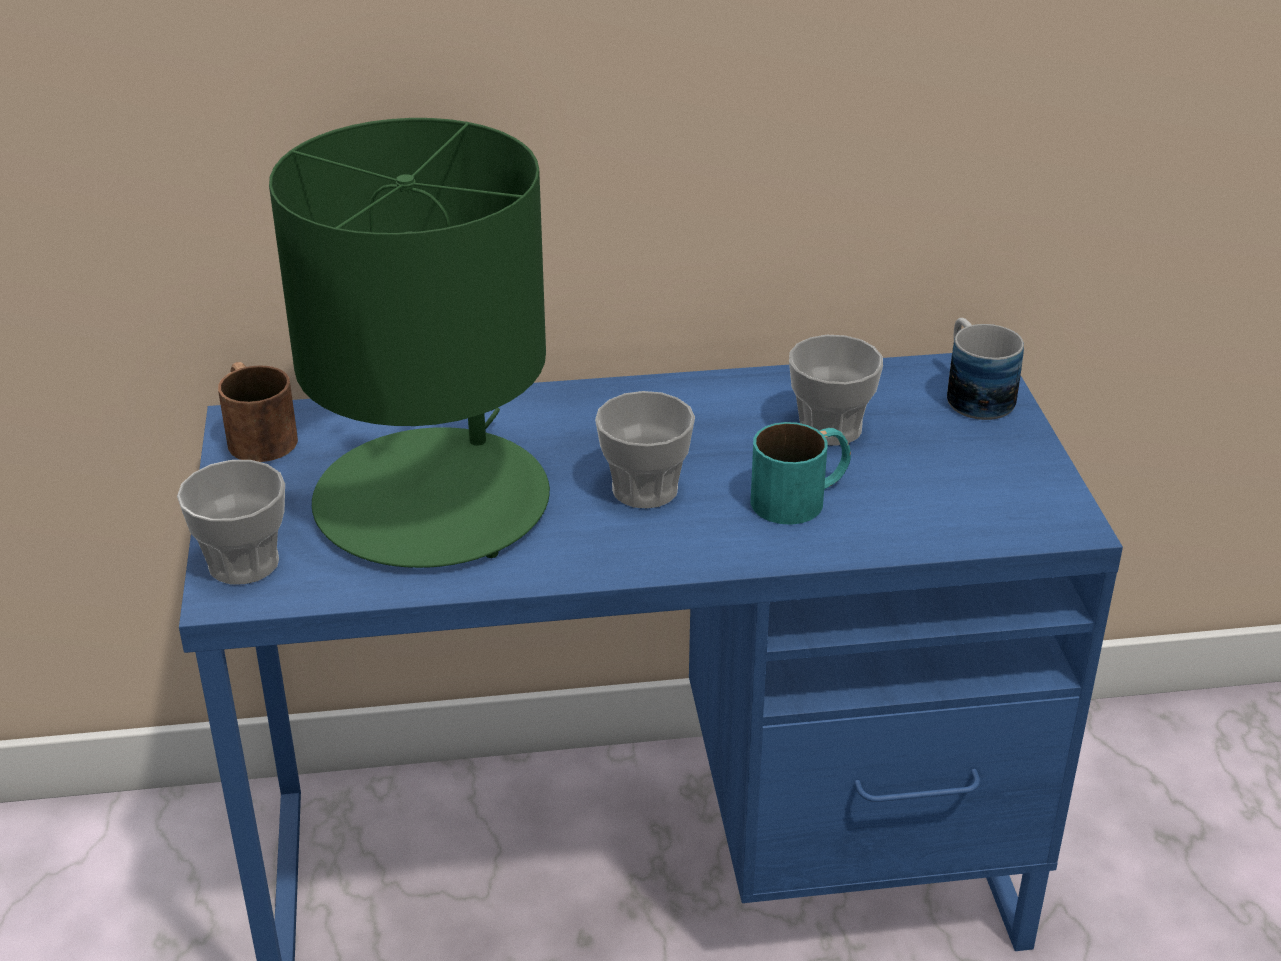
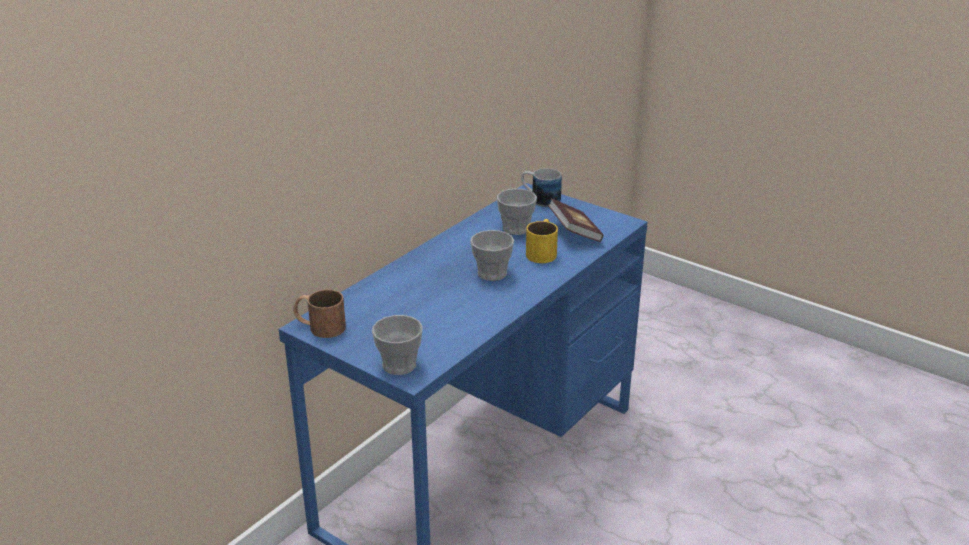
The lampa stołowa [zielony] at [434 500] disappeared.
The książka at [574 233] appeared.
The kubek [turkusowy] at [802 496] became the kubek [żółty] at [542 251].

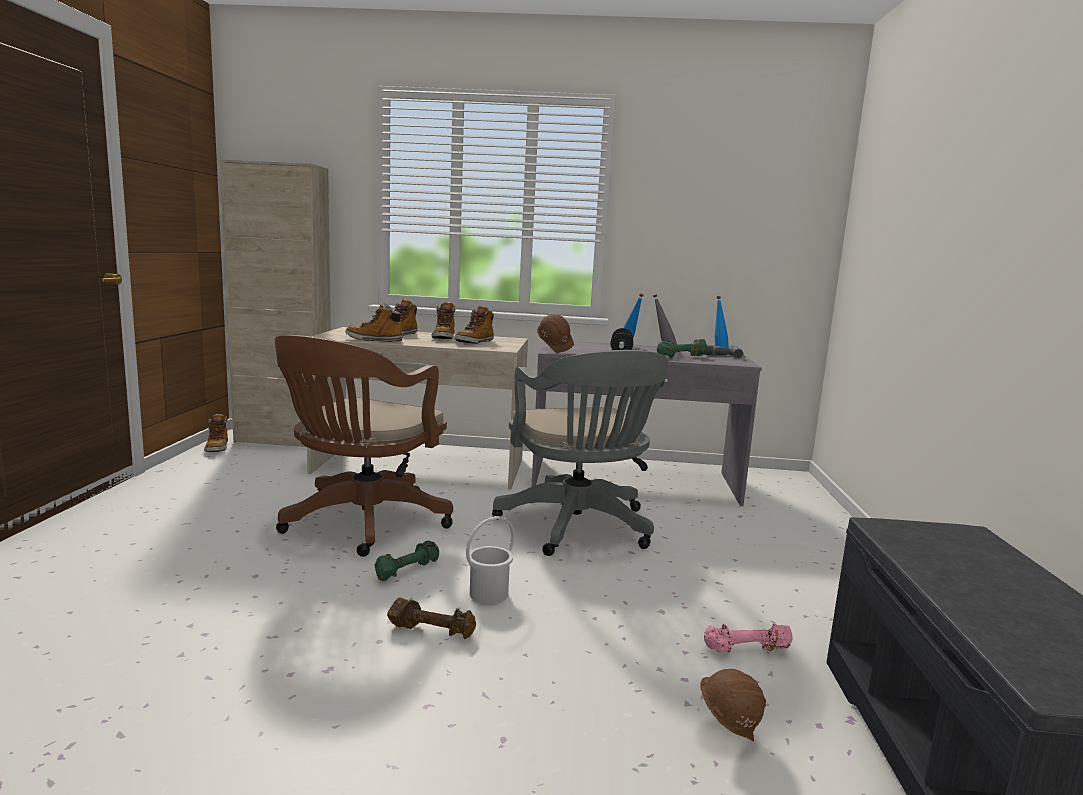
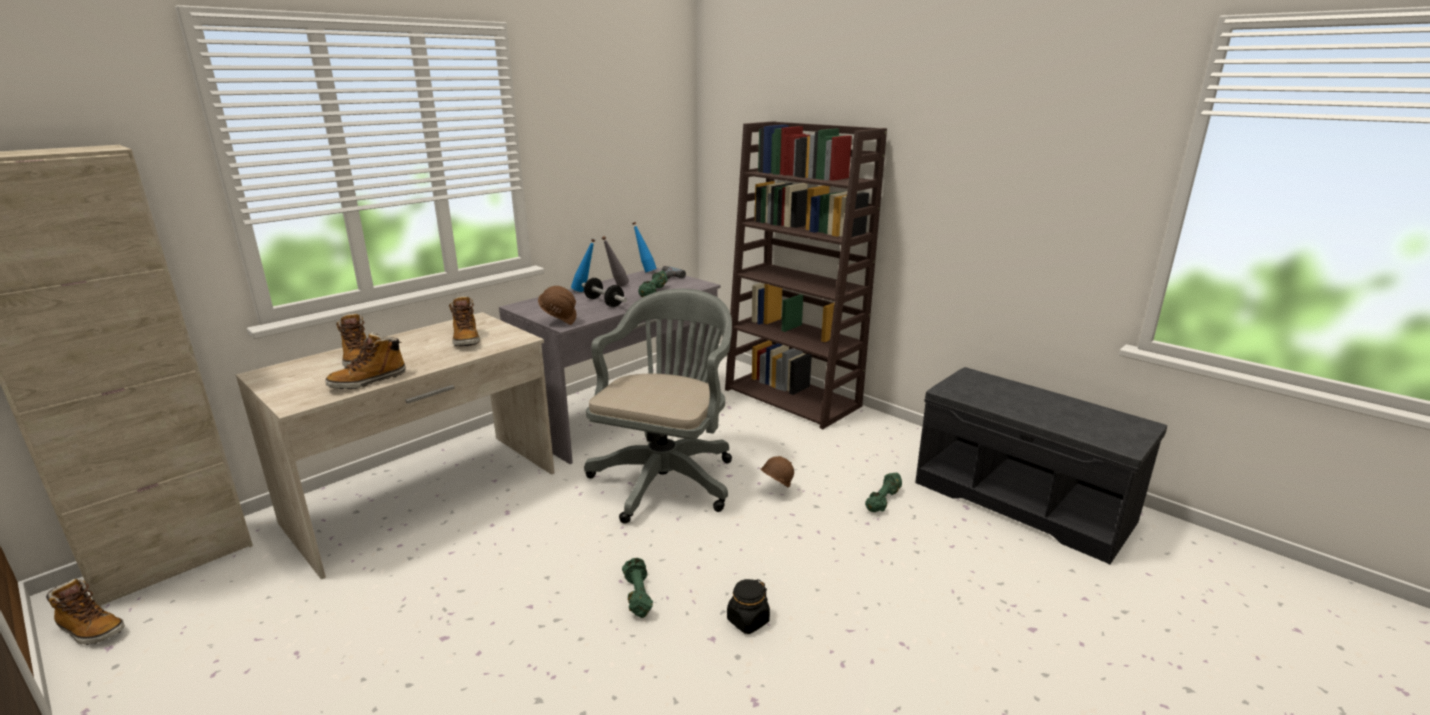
The krzesło biurowe [brązowy] at [362 523] disappeared.
The but z cholewką at [444 338] disappeared.
The wiadro [biały] at [489 594] disappeared.
The regał [brązowy] at [793 398] appeared.
The kask [brązowy] moved from [726 733] to [775 491].
The hantel [brązowy] at [432 630] was replaced by the słoik [czarny] at [747 621].
The hantel [różowy] at [747 650] became the hantel [zielony] at [884 501].
The krzesło biurowe [szary] at [578 528] turned 90 degrees counterclockwise.

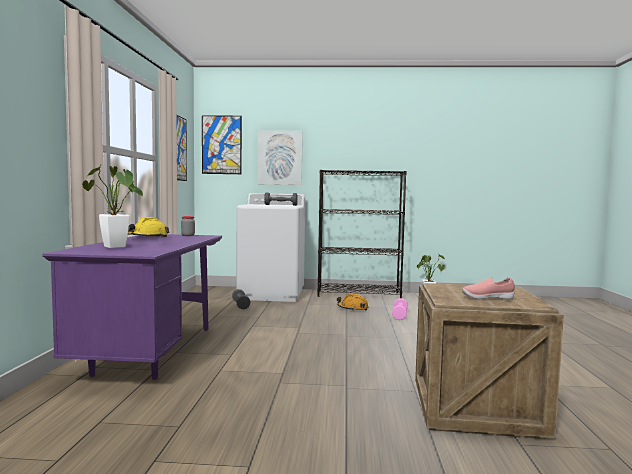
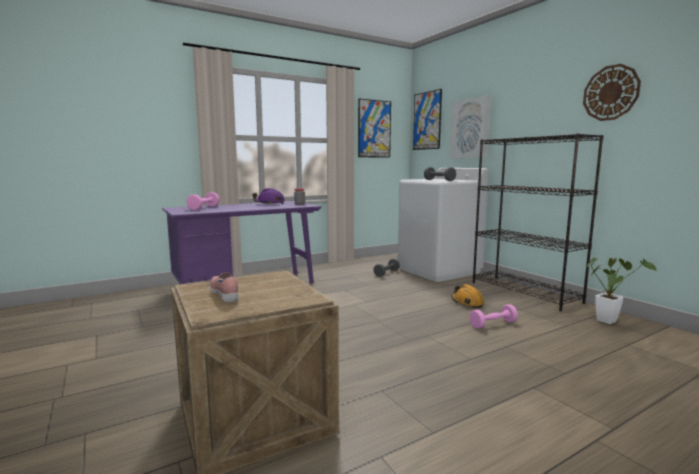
The zegar ścienny at [610 93] appeared.
The roślina doniczkowa at [116 247] was replaced by the hantel [różowy] at [204 208].
The kask [żółty] at [148 237] became the kask [fioletowy] at [269 203].

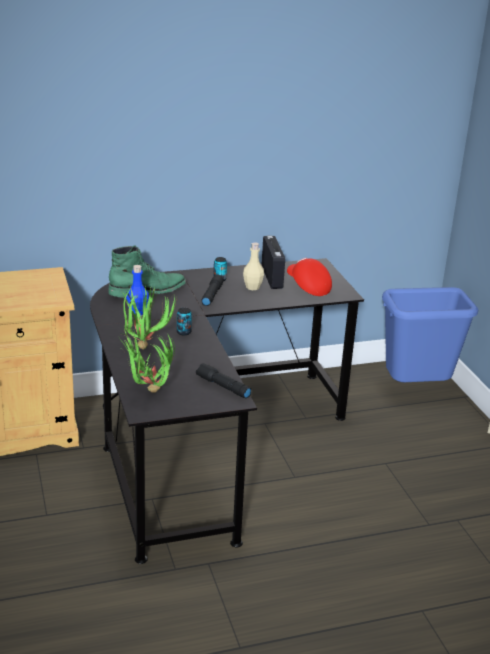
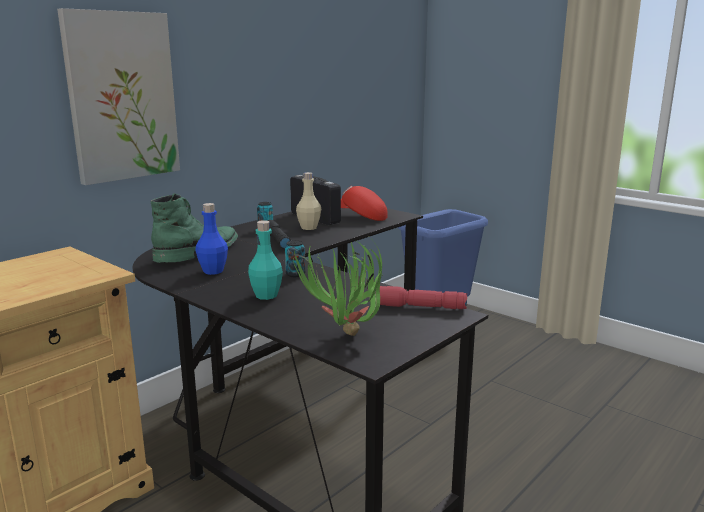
The obraz at [122 97] appeared.
The roślina doniczkowa at [144 344] was replaced by the butelka [turkusowy] at [266 295].
The latarka [czarny] at [222 387] became the latarka [czerwony] at [420 307].

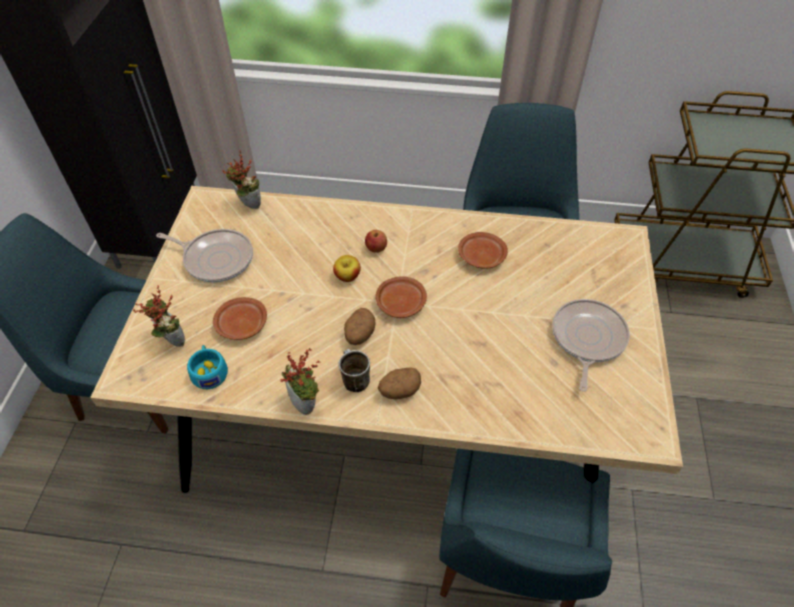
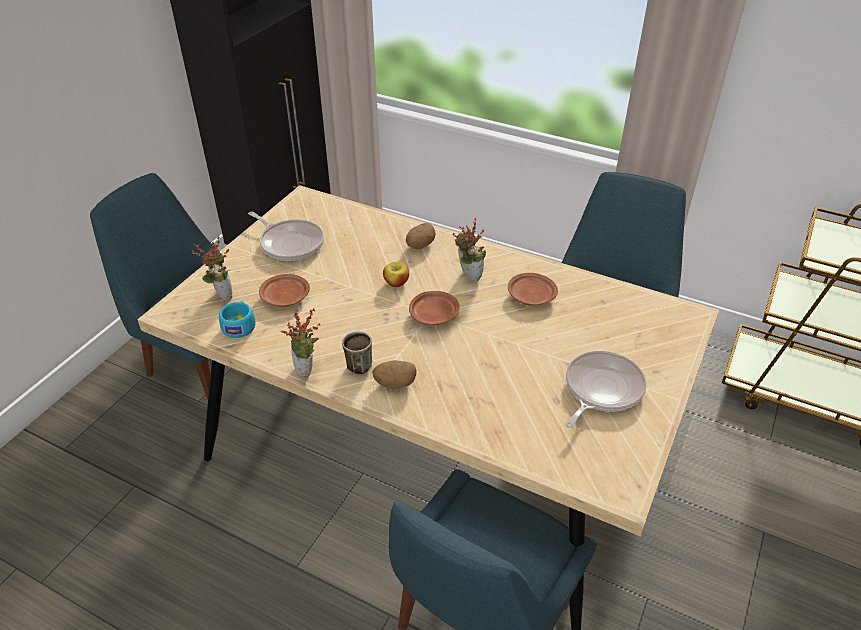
The jabłko at [376 249] disappeared.
The roślina doniczkowa moved from [247 205] to [467 276].
The ziemniak moved from [359 335] to [420 245].

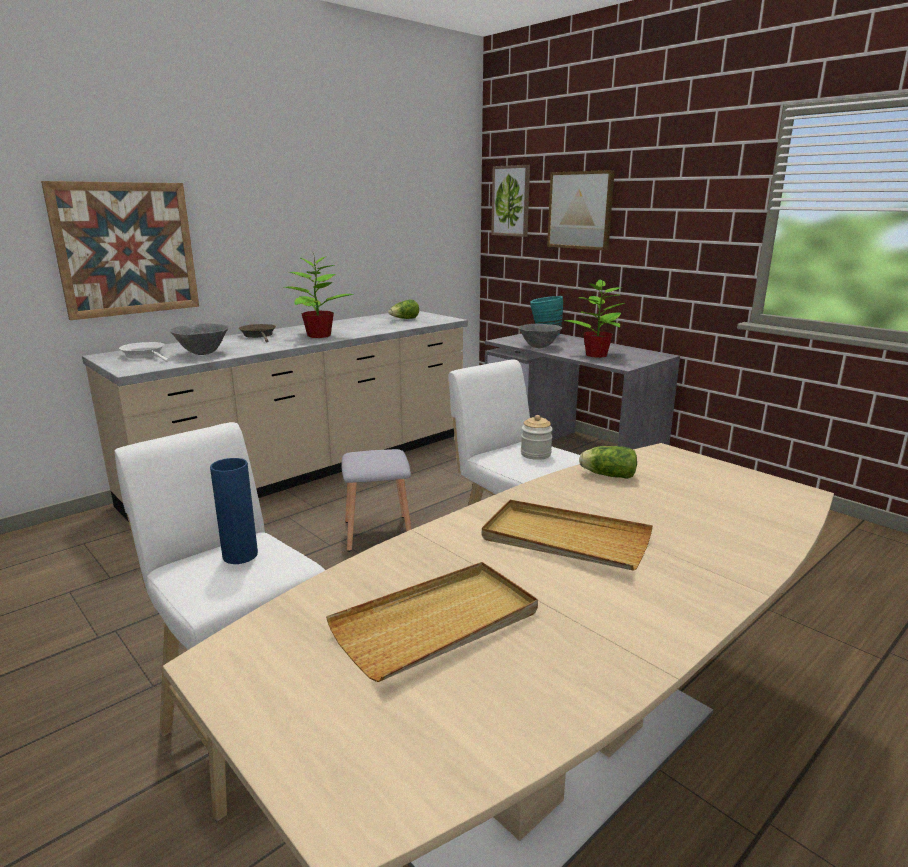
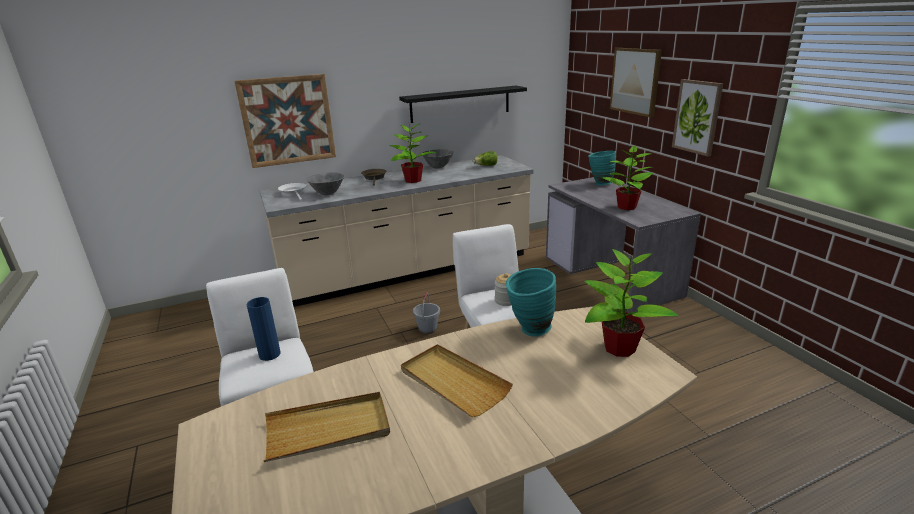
The półka [czarny] at [460 104] appeared.
The roślina doniczkowa at [618 348] appeared.
The obraz moved from [511 201] to [697 117].
The miska [szary] moved from [539 347] to [438 167].
The stołek [szary] at [377 532] was replaced by the wiadro [szary] at [427 329].
The sałata at [606 475] was replaced by the wazon [turkusowy] at [529 330].

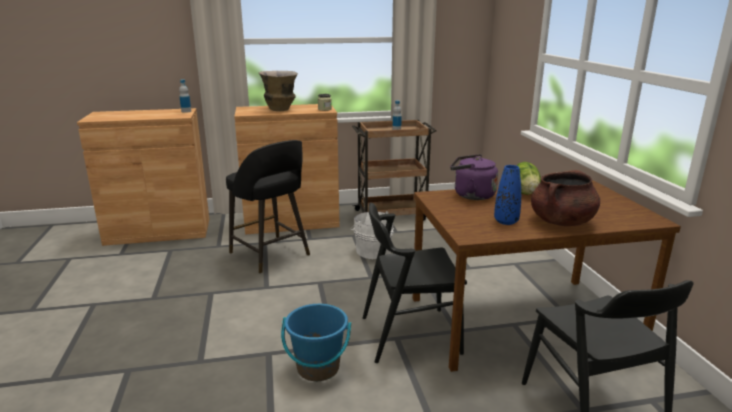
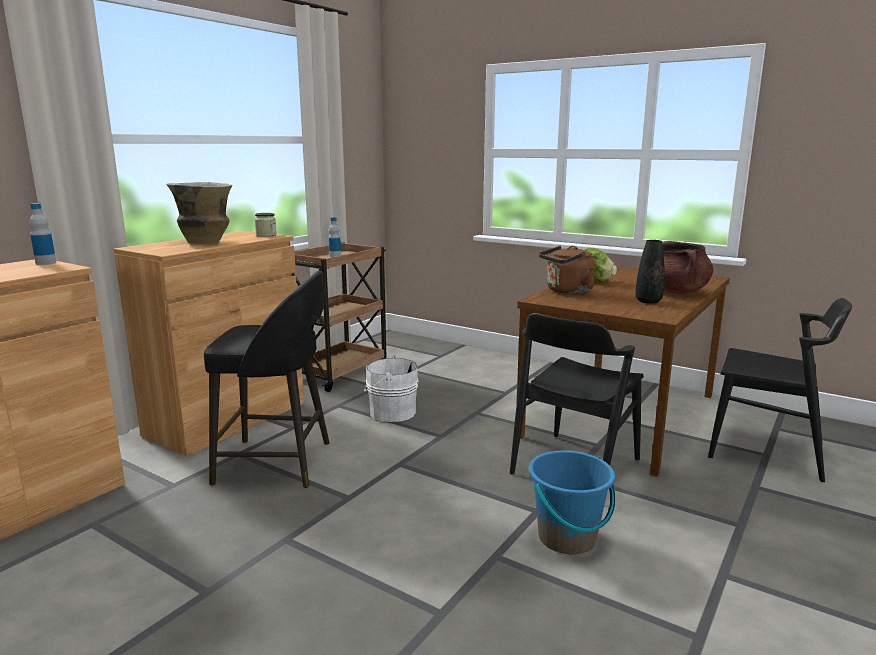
The czajnik [fioletowy] at [471 195] became the czajnik [brązowy] at [567 291].
The wazon [niebieski] at [506 221] became the wazon [czarny] at [648 301].

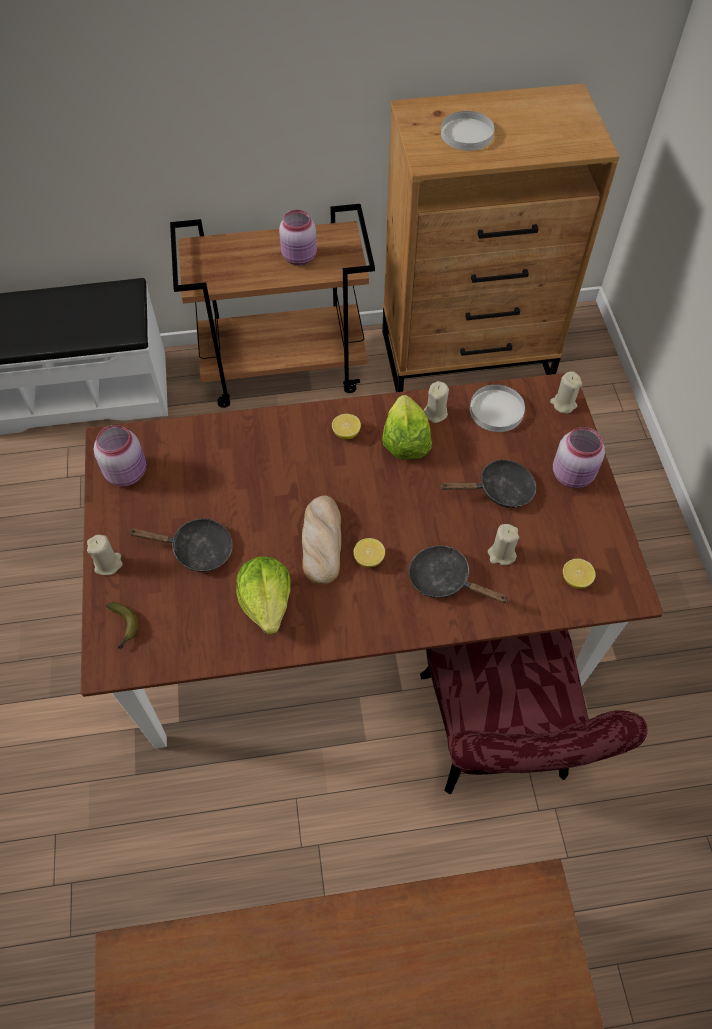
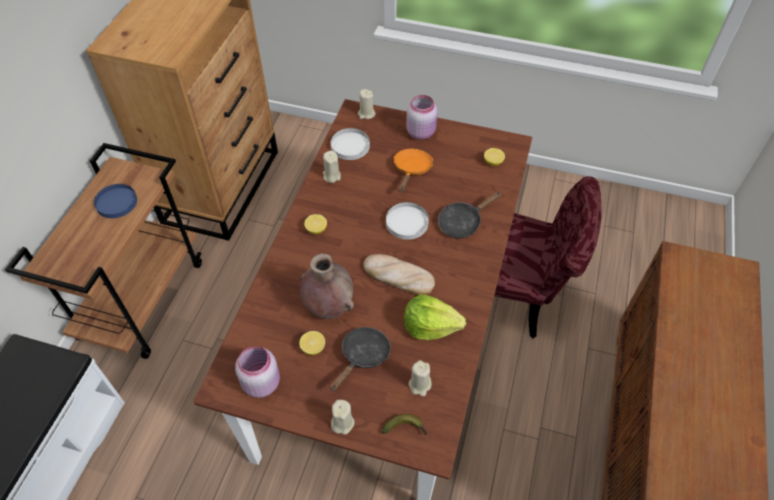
The sałata at [405 441] disappeared.
The wazon [brązowy] at [328 307] appeared.
The cytryna moved from [369 559] to [313 348].
The talerz [biały] moved from [466 134] to [407 223].
The świeca [beżowy] moved from [501 554] to [420 385].
The słoik [różowy] at [300 257] was replaced by the talerz [niebieski] at [117 202].
The patelnia [czarny] at [499 490] became the patelnia [pomarańczowy] at [412 170].

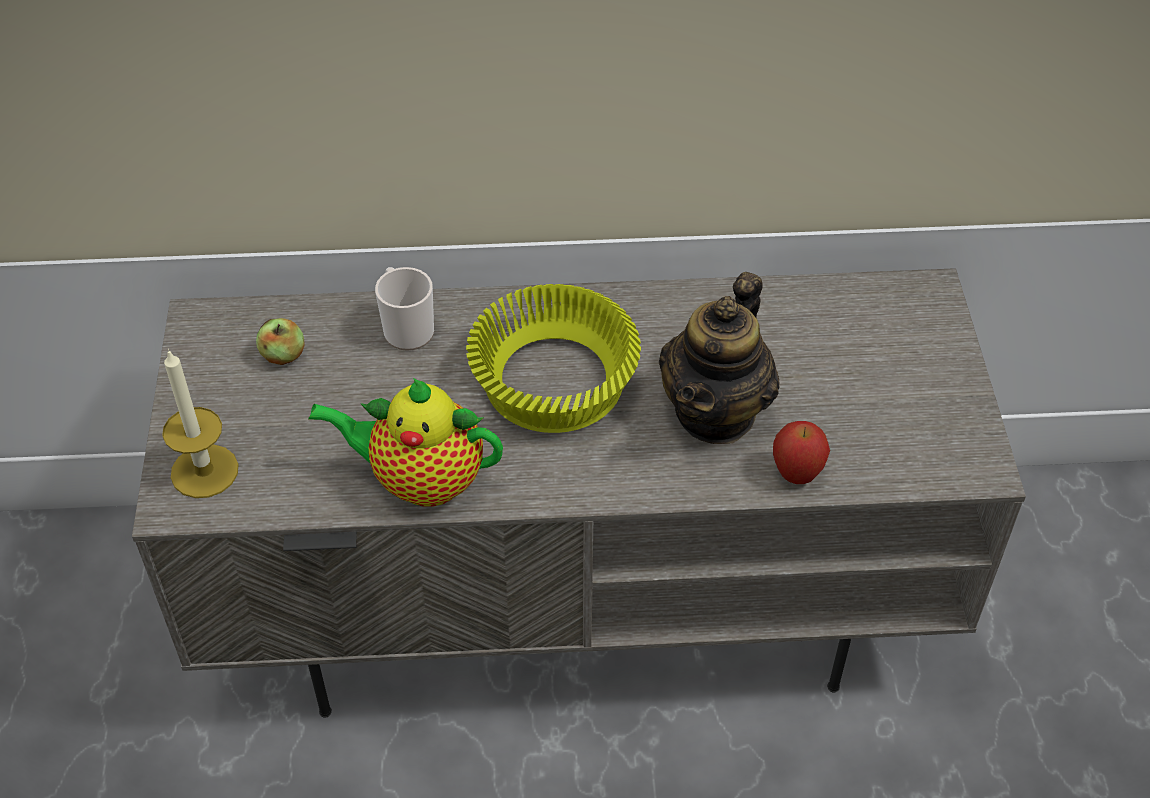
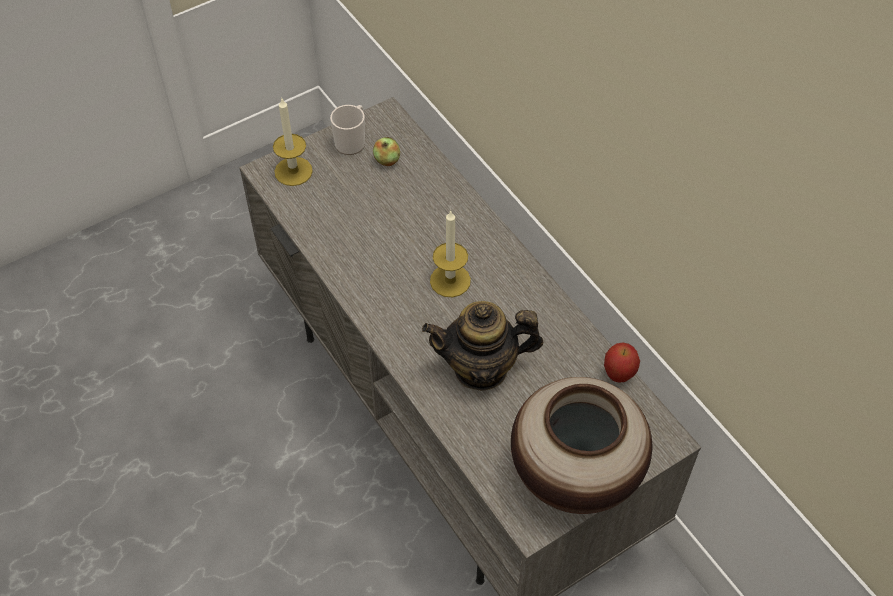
The imbryk at [420 480] disappeared.
The wazon at [575 474] appeared.
The kubek moved from [406 328] to [352 141].
The jabłko moved from [796 474] to [618 375].
The miska [żółty] at [551 381] was replaced by the świeca at [450 280].

